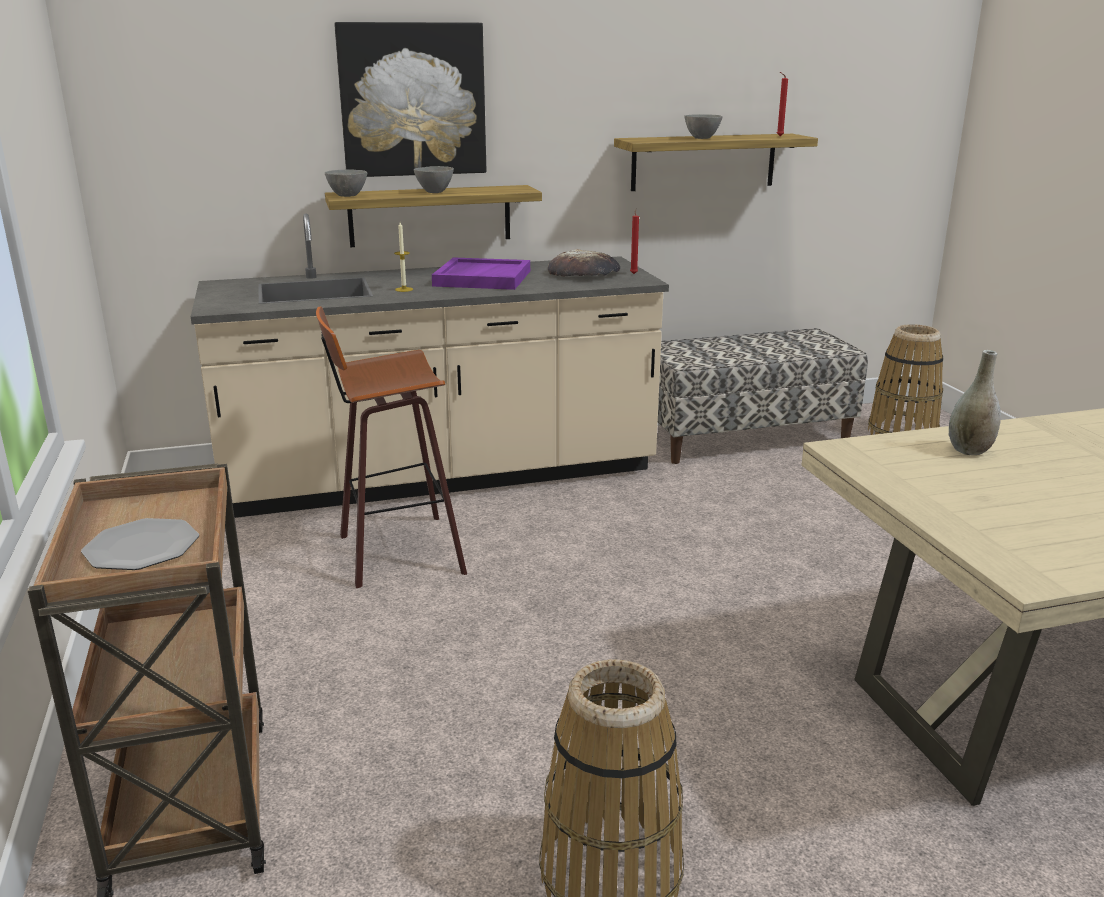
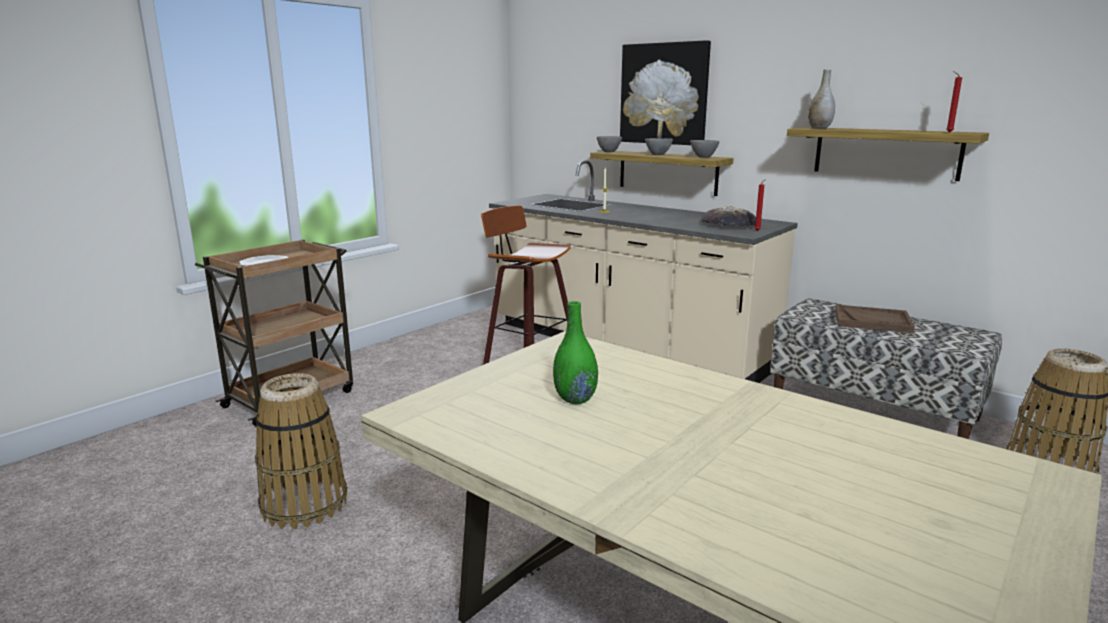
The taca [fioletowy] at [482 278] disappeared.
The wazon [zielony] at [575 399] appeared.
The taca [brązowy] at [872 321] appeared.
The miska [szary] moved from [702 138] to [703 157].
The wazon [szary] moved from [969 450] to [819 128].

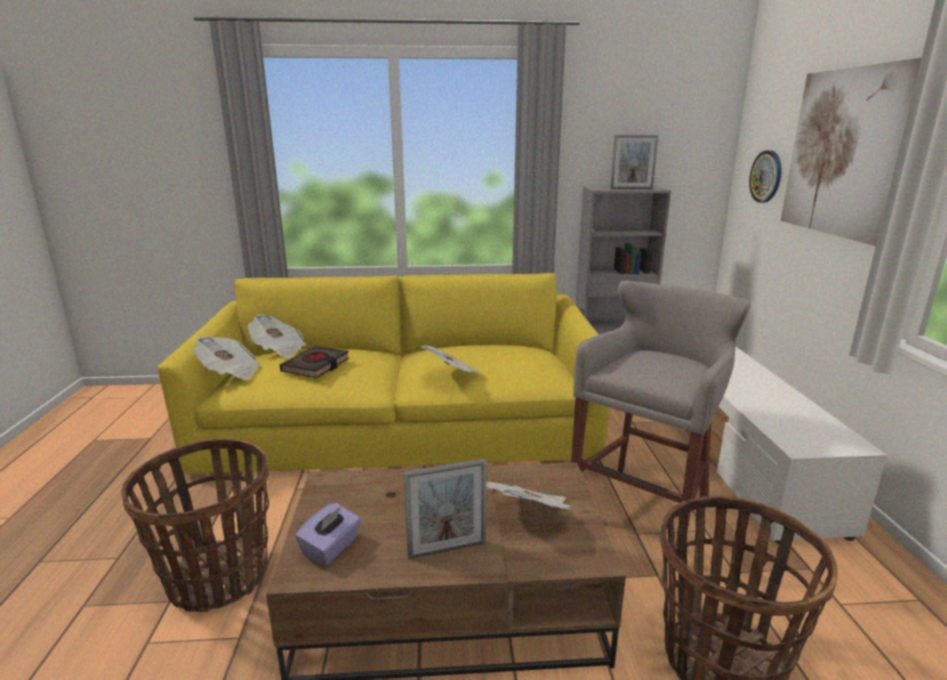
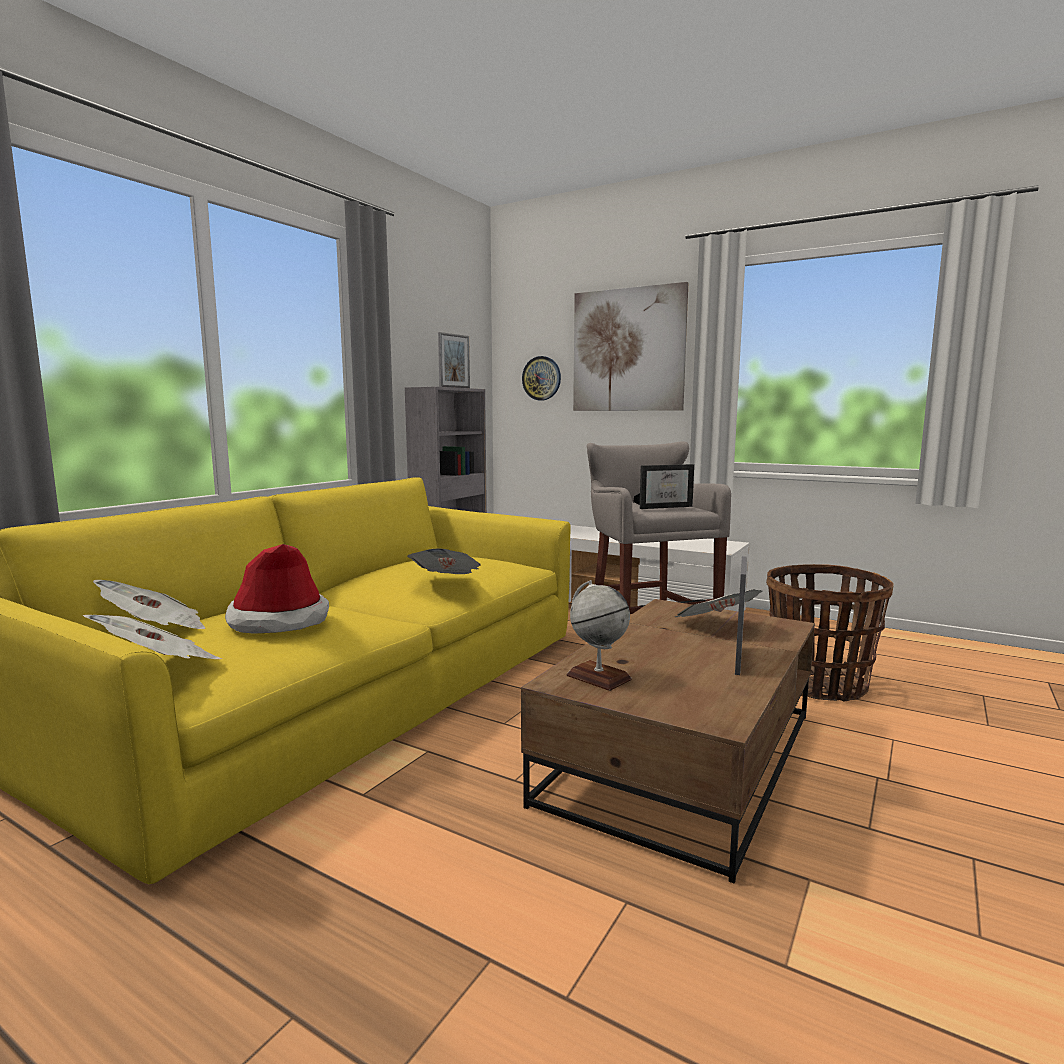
The koszyk at [218 578] disappeared.
The pudełko chusteczek [fioletowy] at [331 548] disappeared.
The globus at [598 677] appeared.
The ramka na zdjęcie at [664 507] appeared.
The książka [czarny] at [316 366] was replaced by the kapelusz at [279 621].

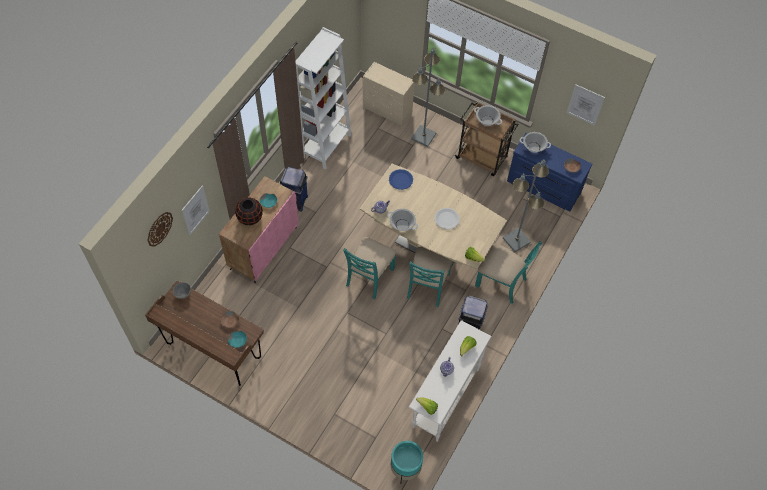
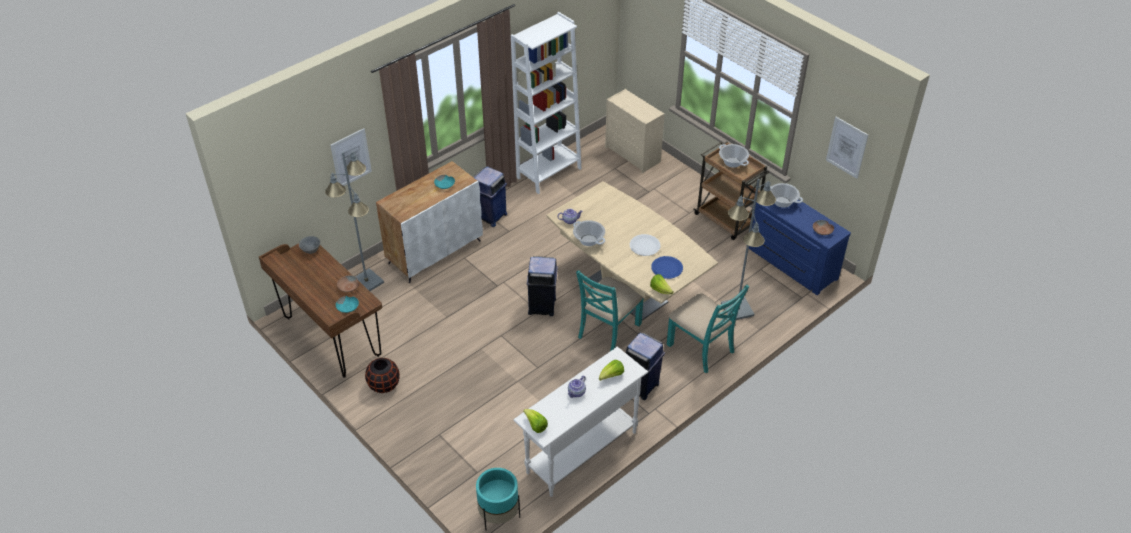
The zegar ścienny at [159 228] disappeared.
The wazon [czarny] moved from [250 218] to [384 385].
The talerz [niebieski] moved from [400 180] to [666 268].
The lampa stojąca [szary] moved from [424 136] to [367 282].
The krzesło [turkusowy] at [369 277] was replaced by the kosz na śmieci [niebieski] at [542 306].
The szafka [różowy] at [263 247] became the szafka [biały] at [435 251].

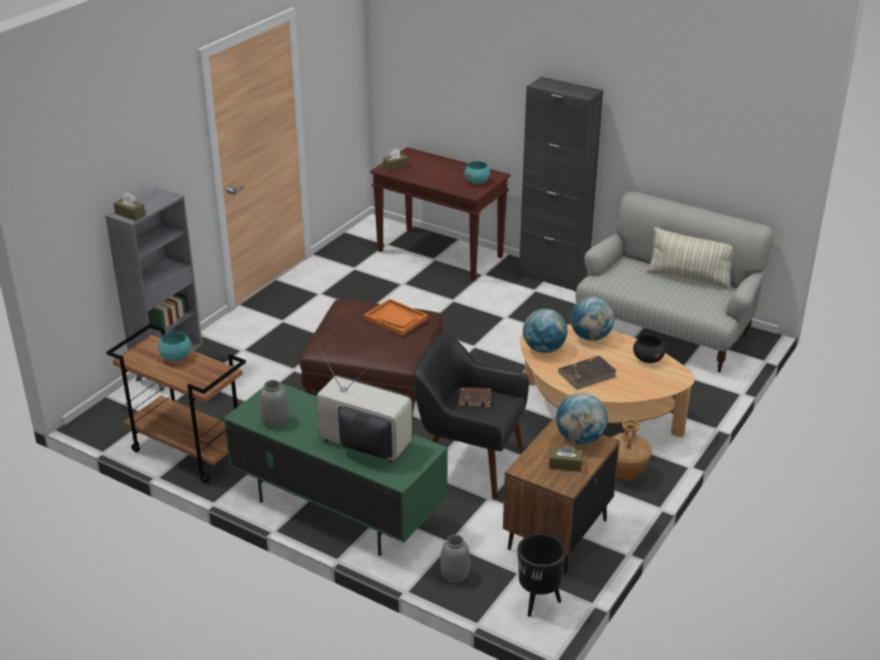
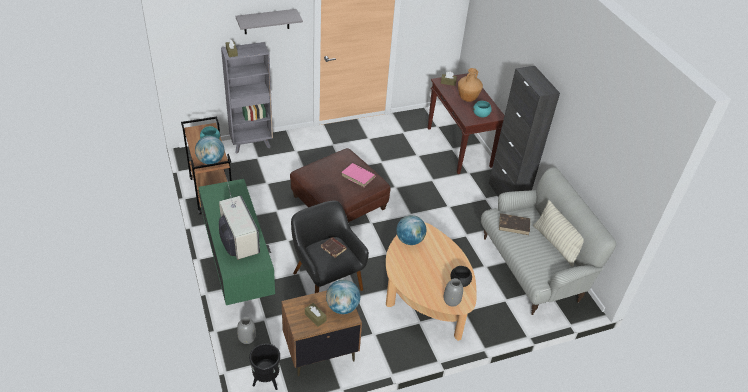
The półka [szary] at [266 21] appeared.
The wazon [szary] moved from [275 421] to [451 301].
The książka [brązowy] moved from [587 374] to [514 225].
The globus moved from [590 337] to [211 161].
The wazon [brązowy] moved from [625 474] to [467 99].
The taca [pomarańczowy] at [396 318] was replaced by the książka [różowy] at [358 176].

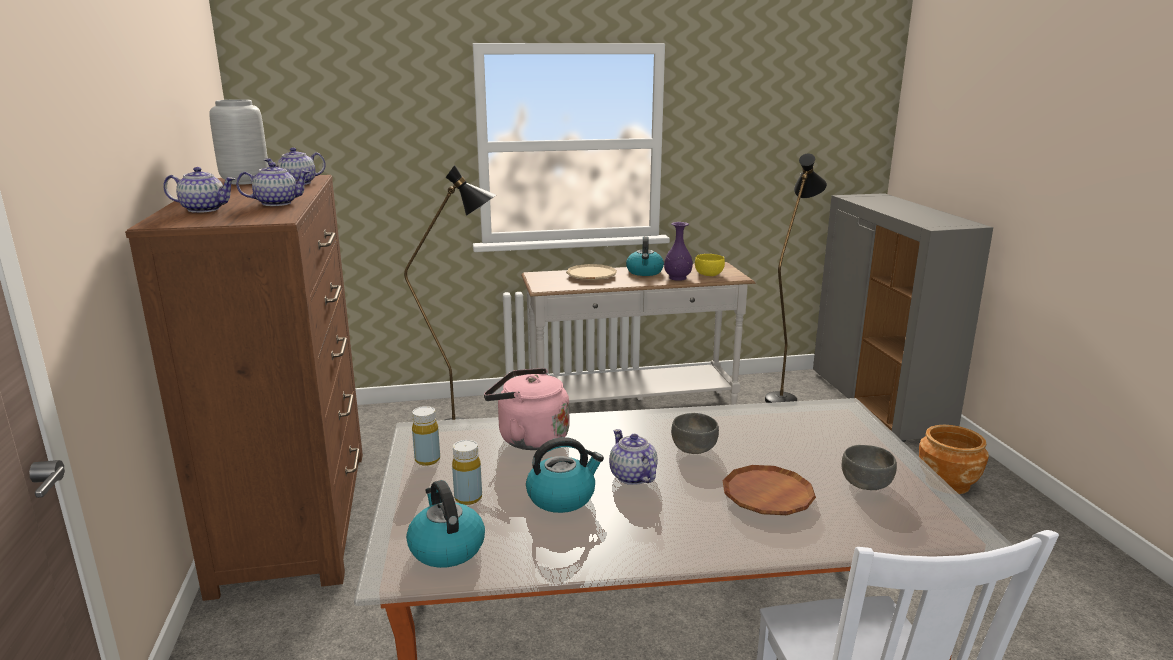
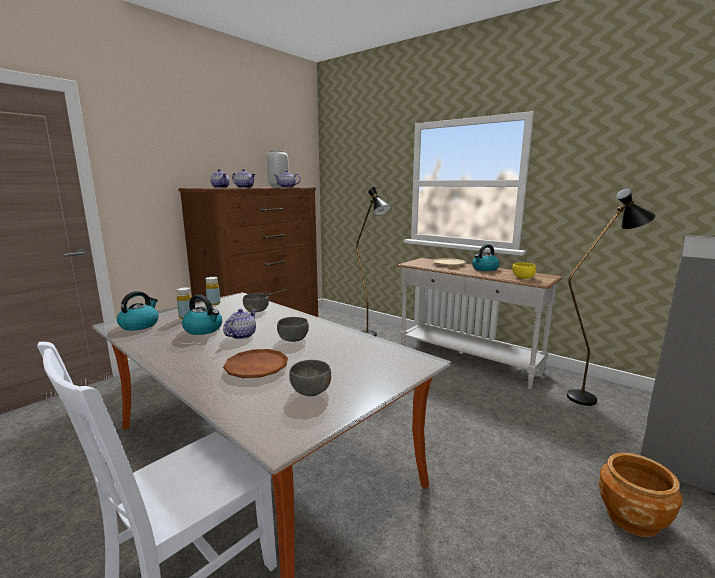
The wazon [fioletowy] at [677 278] disappeared.
The czajnik [różowy] at [528 438] was replaced by the miska [szary] at [256 310].

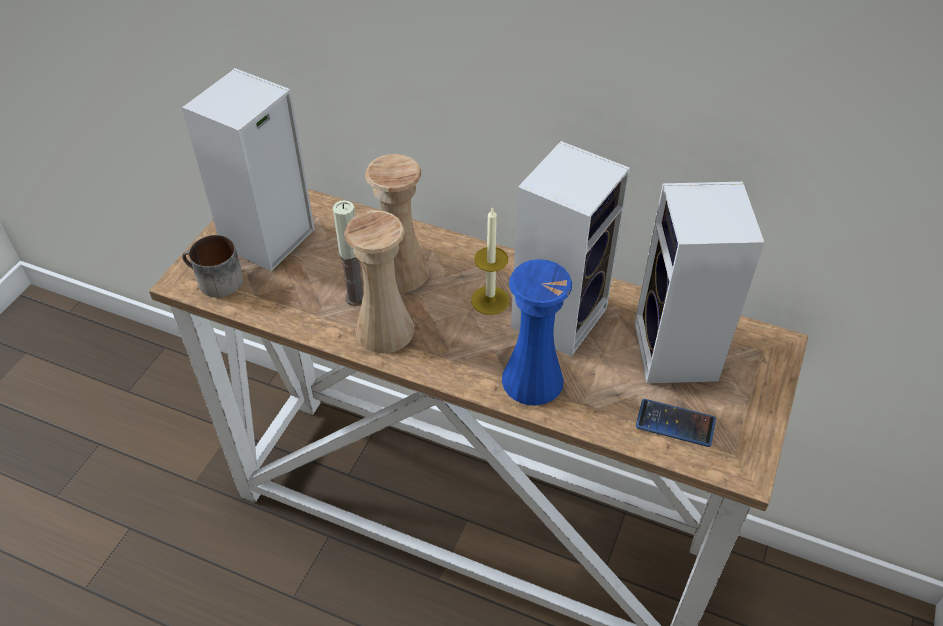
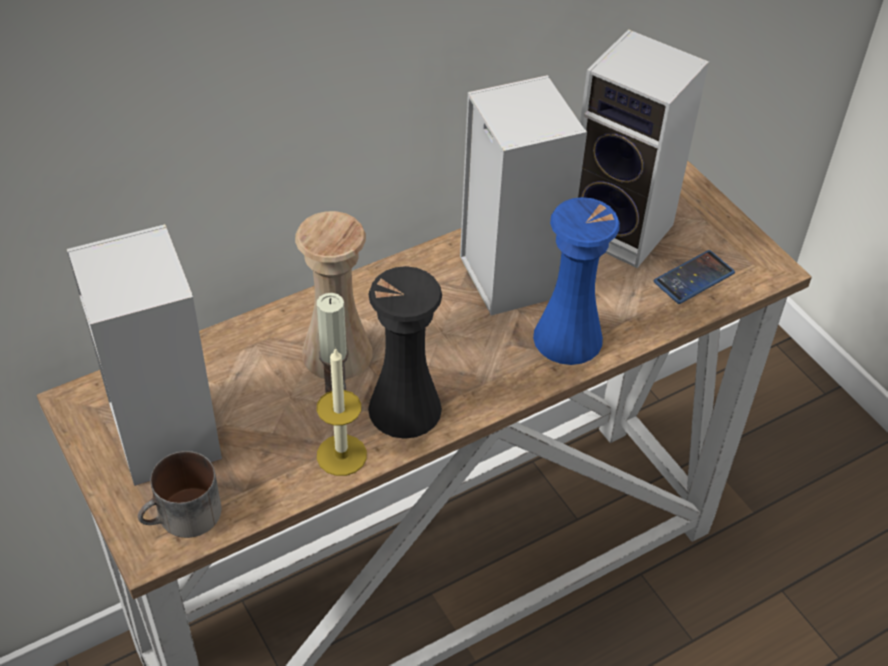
The świeca moved from [490 300] to [341 455].
The wazon [beżowy] at [385 330] became the wazon [czarny] at [405 409].

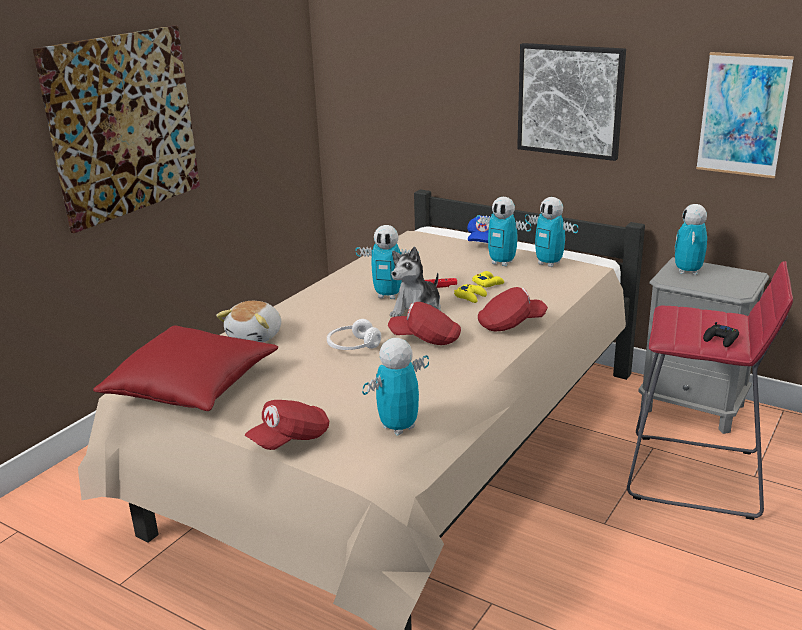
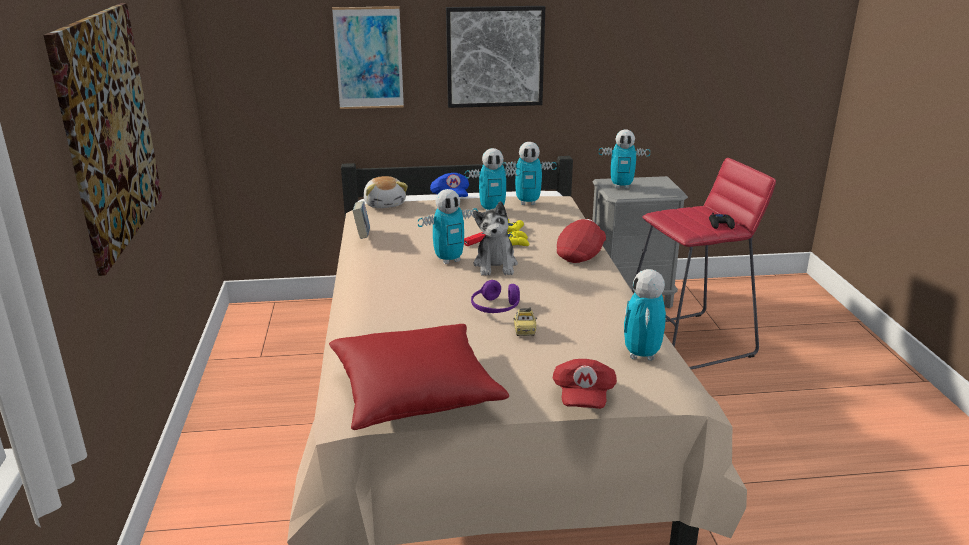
The czapka z daszkiem [czerwony] at [426 339] disappeared.
The książka at [362 236] appeared.
The samochodzik at [524 331] appeared.
The pluszak moved from [256 336] to [385 204].
The obraz moved from [742 115] to [369 58].
The słuchawki [biały] at [353 346] became the słuchawki [fioletowy] at [495 308].
The robot zabawkowy at [687 271] turned 60 degrees counterclockwise.

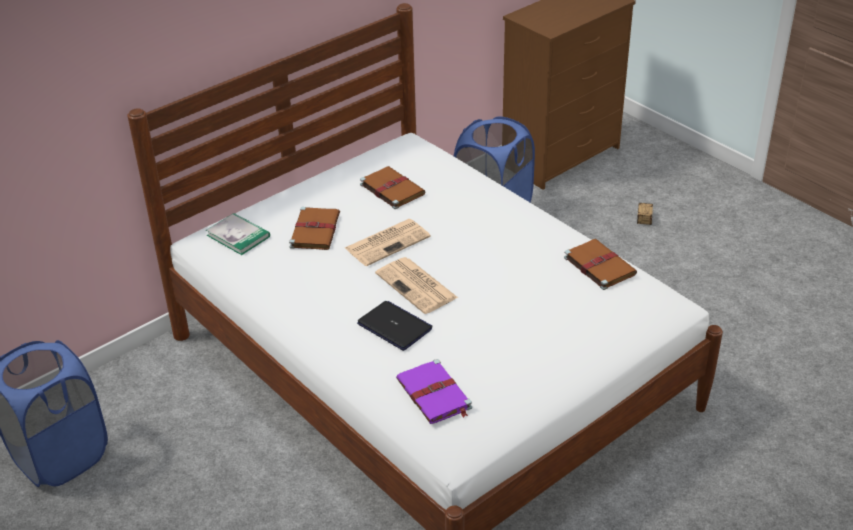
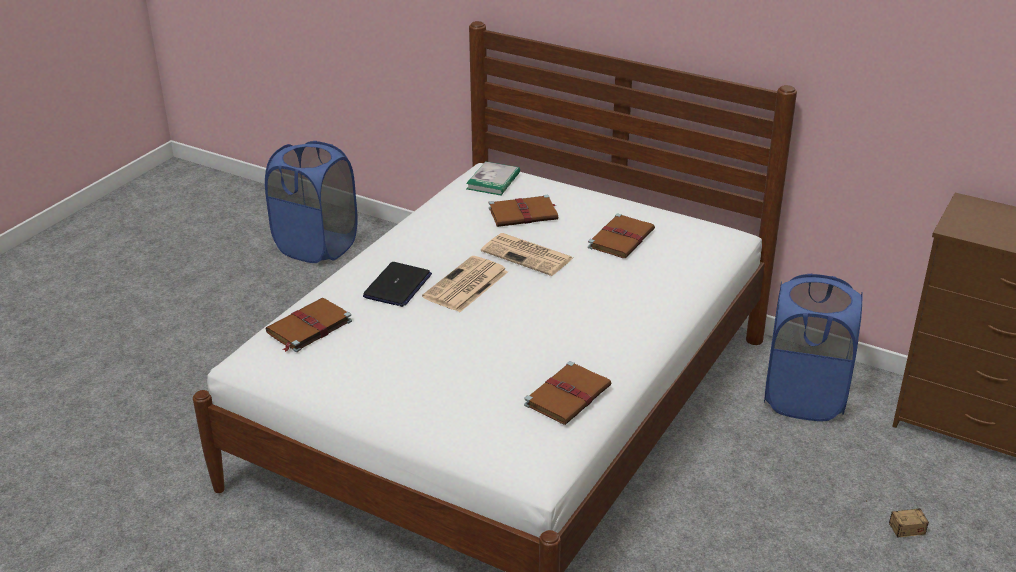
The książka [fioletowy] at [434 395] became the książka [brązowy] at [308 327].

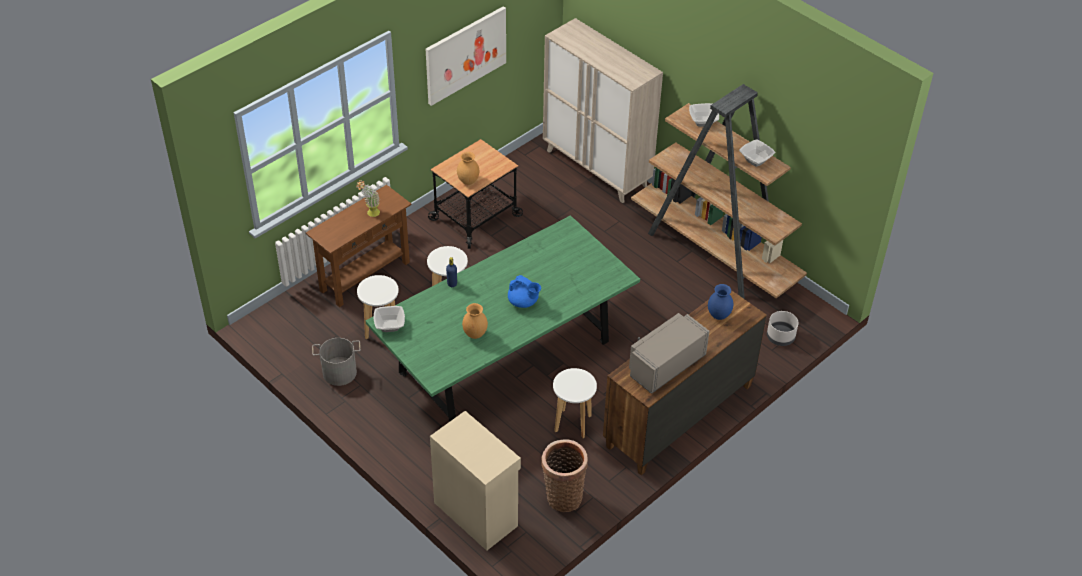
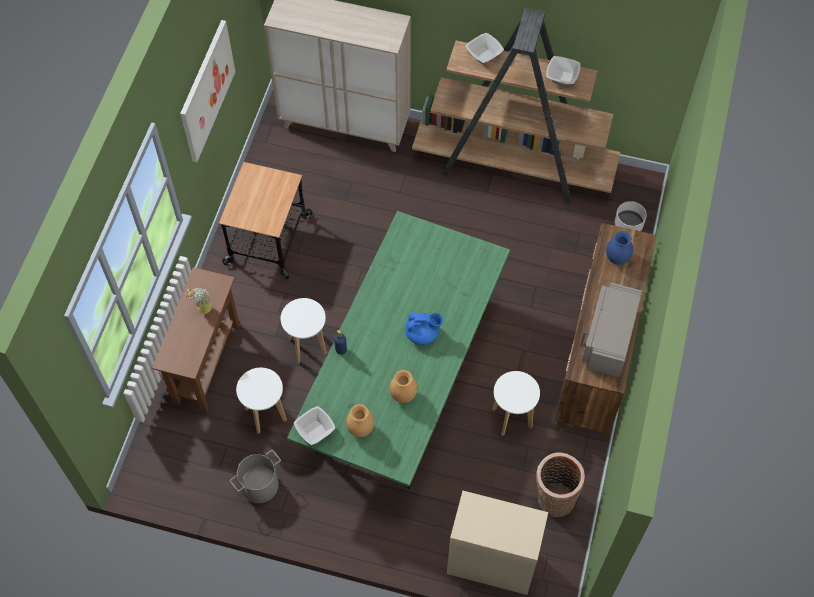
The wazon [brązowy] moved from [468 181] to [360 429].

